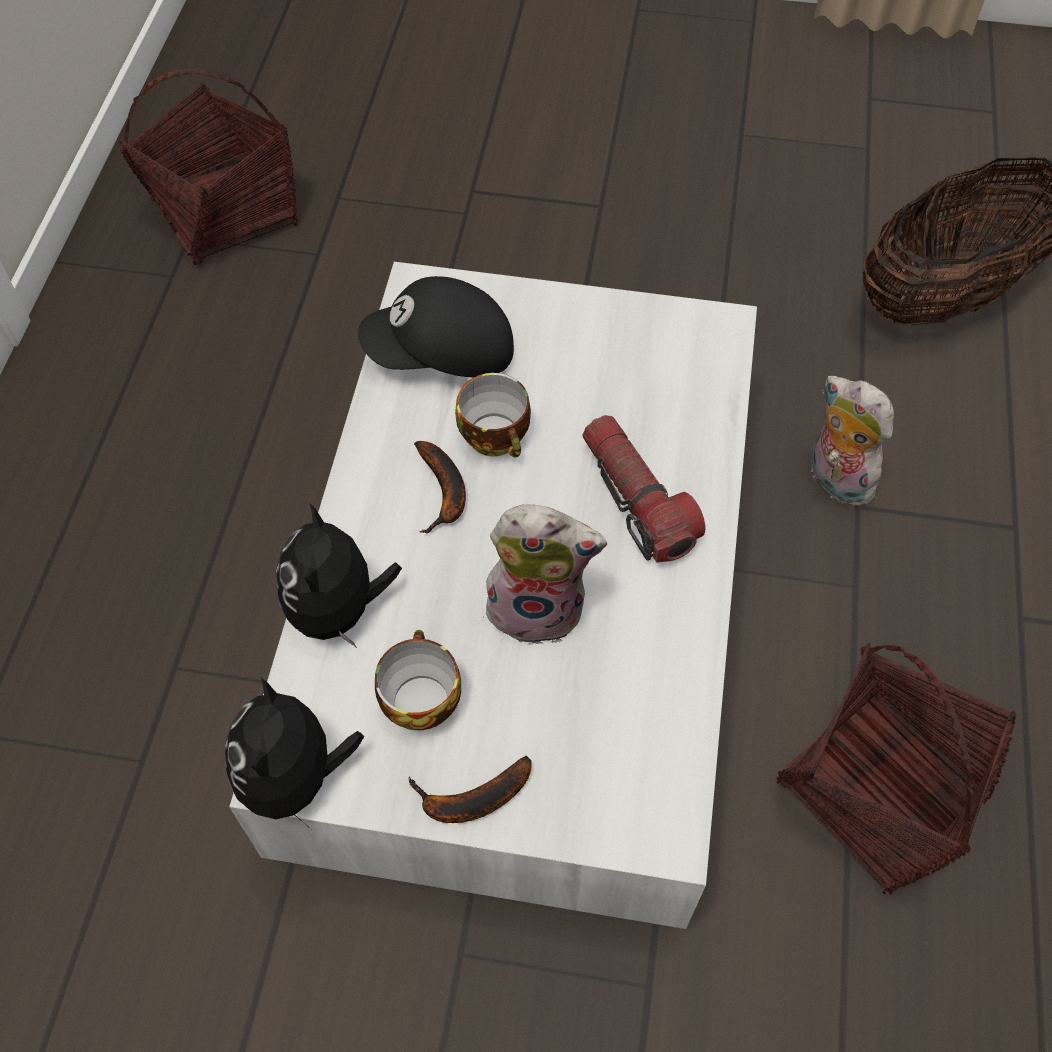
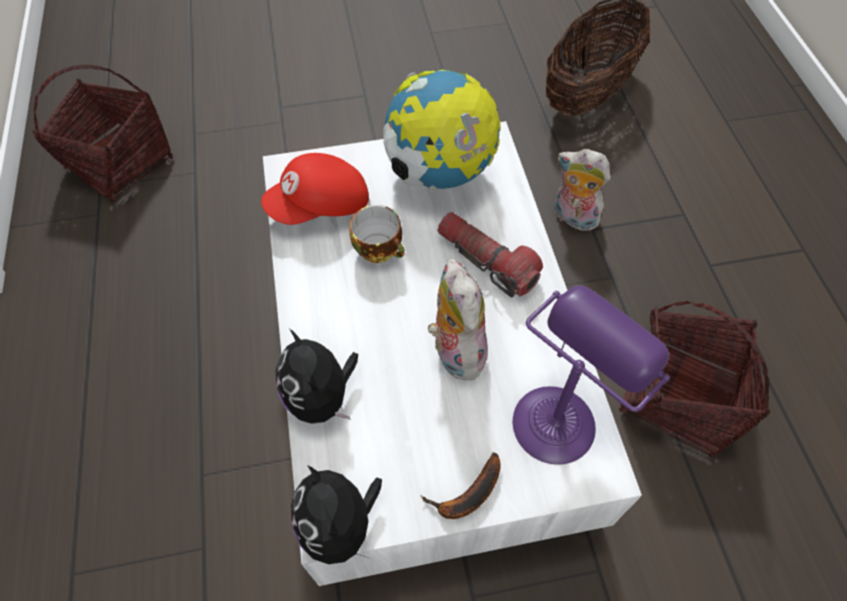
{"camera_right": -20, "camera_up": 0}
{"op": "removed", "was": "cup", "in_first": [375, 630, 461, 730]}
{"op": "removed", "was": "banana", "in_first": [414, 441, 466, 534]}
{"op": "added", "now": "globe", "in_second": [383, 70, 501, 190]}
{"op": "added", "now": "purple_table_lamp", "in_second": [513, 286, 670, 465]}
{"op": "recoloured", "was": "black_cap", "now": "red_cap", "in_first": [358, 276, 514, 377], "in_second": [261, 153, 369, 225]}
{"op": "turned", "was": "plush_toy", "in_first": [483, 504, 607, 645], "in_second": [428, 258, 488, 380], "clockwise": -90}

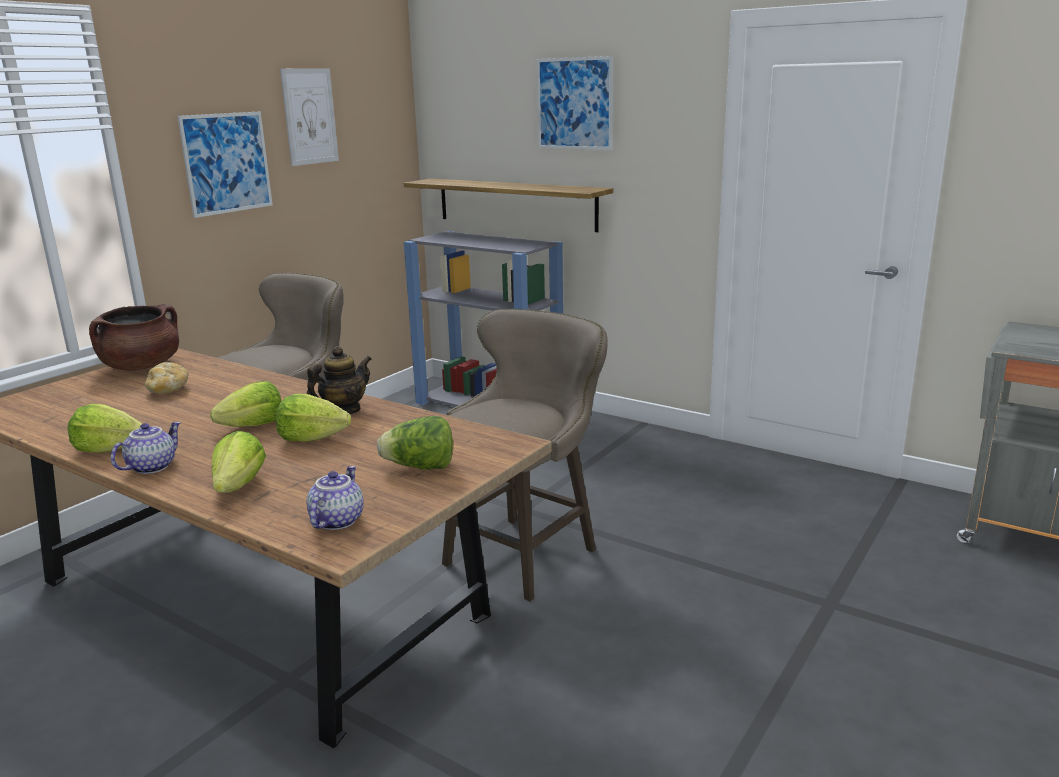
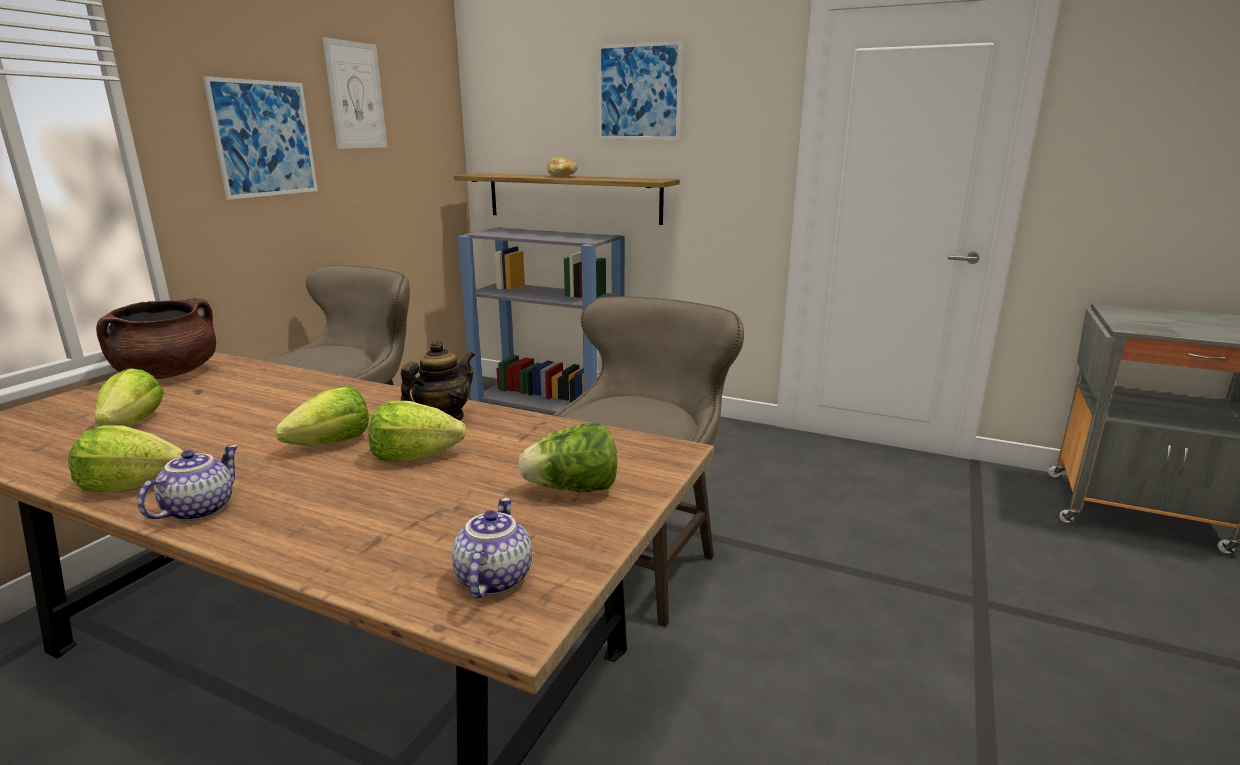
{"camera_right": -10, "camera_up": 0}
{"op": "moved", "was": "bread", "in_first": [144, 362, 188, 394], "in_second": [547, 158, 578, 177]}
{"op": "moved", "was": "lettuce", "in_first": [212, 431, 266, 493], "in_second": [95, 368, 164, 427]}

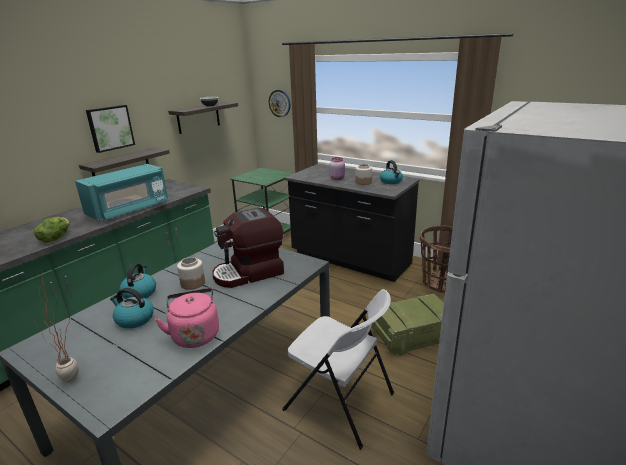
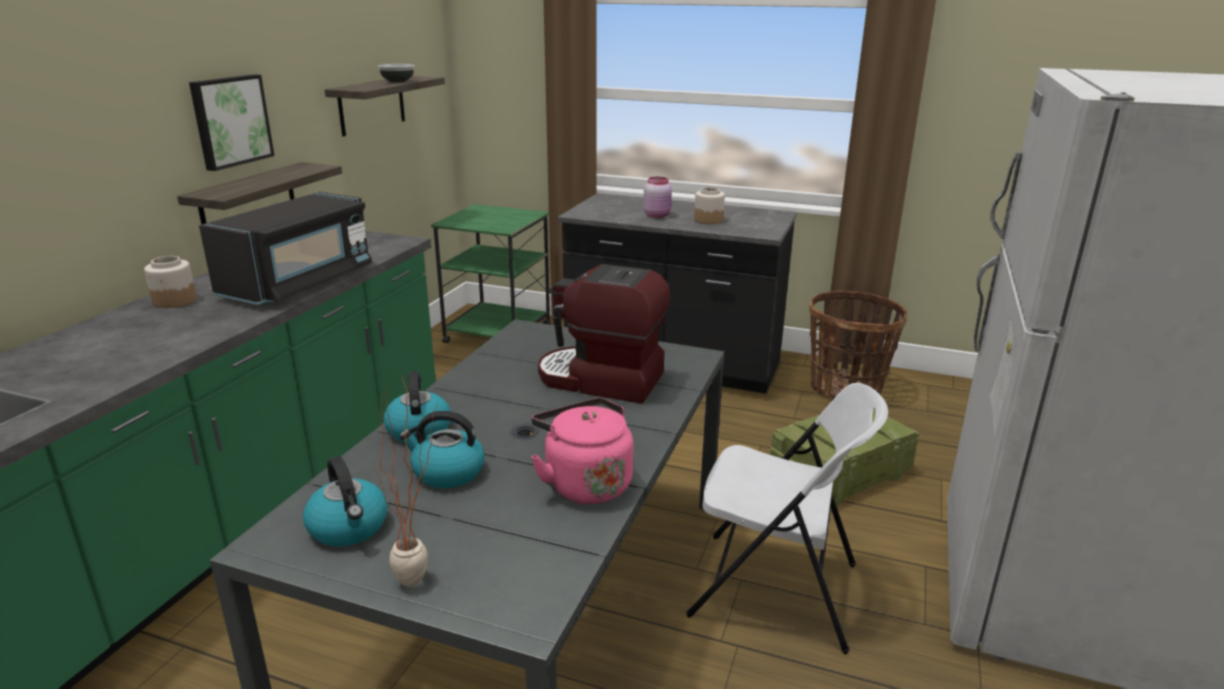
{"camera_right": -15, "camera_up": 0}
{"op": "removed", "was": "lettuce", "in_first": [34, 217, 69, 243]}
{"op": "removed", "was": "wall_clock", "in_first": [269, 90, 290, 117]}
{"op": "moved", "was": "jar", "in_first": [177, 257, 205, 290], "in_second": [144, 256, 197, 308]}
{"op": "moved", "was": "kettle", "in_first": [380, 160, 403, 184], "in_second": [303, 456, 388, 546]}
{"op": "recoloured", "was": "turquoise_microwave", "now": "black_microwave", "in_first": [75, 164, 168, 221], "in_second": [199, 192, 372, 305]}
{"op": "turned", "was": "coffee_machine", "in_first": [212, 207, 284, 288], "in_second": [538, 264, 670, 404], "clockwise": 60}

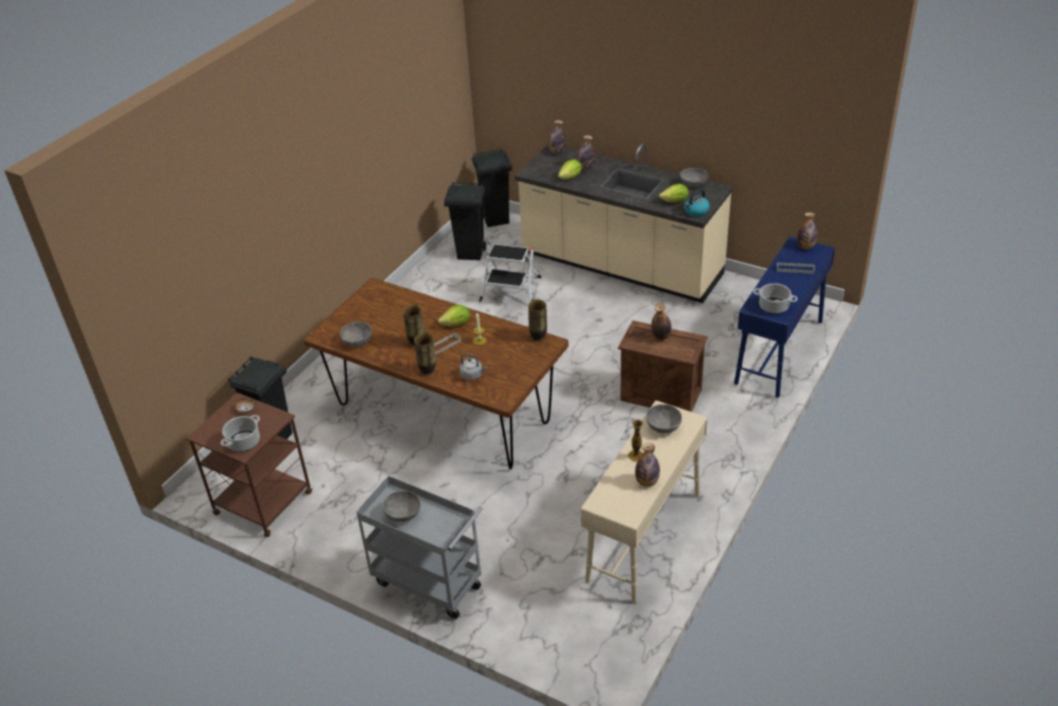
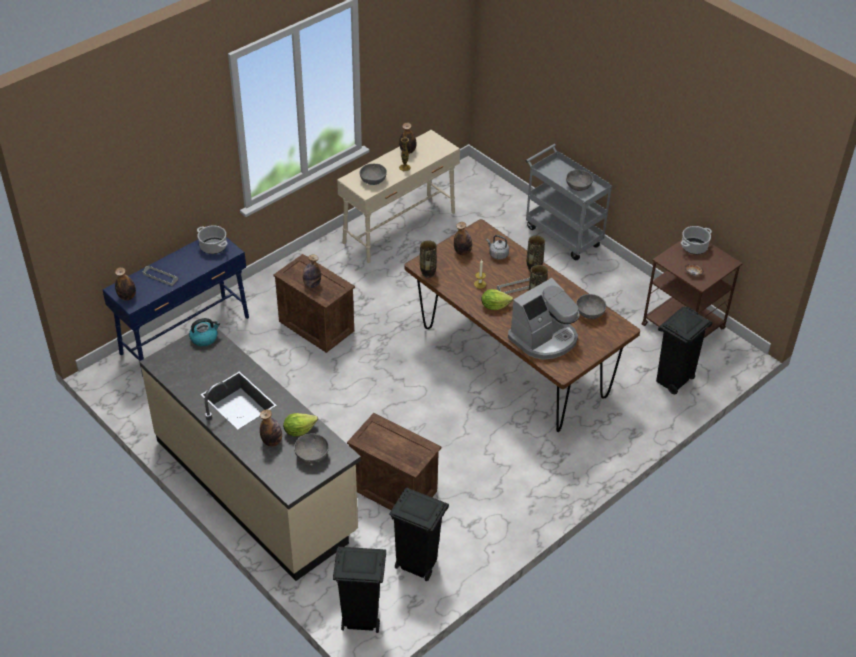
{"camera_right": -165, "camera_up": 5}
{"op": "removed", "was": "lettuce", "in_first": [659, 184, 689, 203]}
{"op": "added", "now": "coffee_machine", "in_second": [508, 278, 579, 360]}
{"op": "moved", "was": "bottle", "in_first": [549, 120, 566, 154], "in_second": [454, 222, 472, 255]}
{"op": "moved", "was": "grey_bowl", "in_first": [680, 168, 708, 188], "in_second": [294, 433, 329, 464]}
{"op": "replaced", "was": "step_ladder", "now": "crate", "in_first": [479, 243, 541, 302], "in_second": [347, 413, 442, 510]}

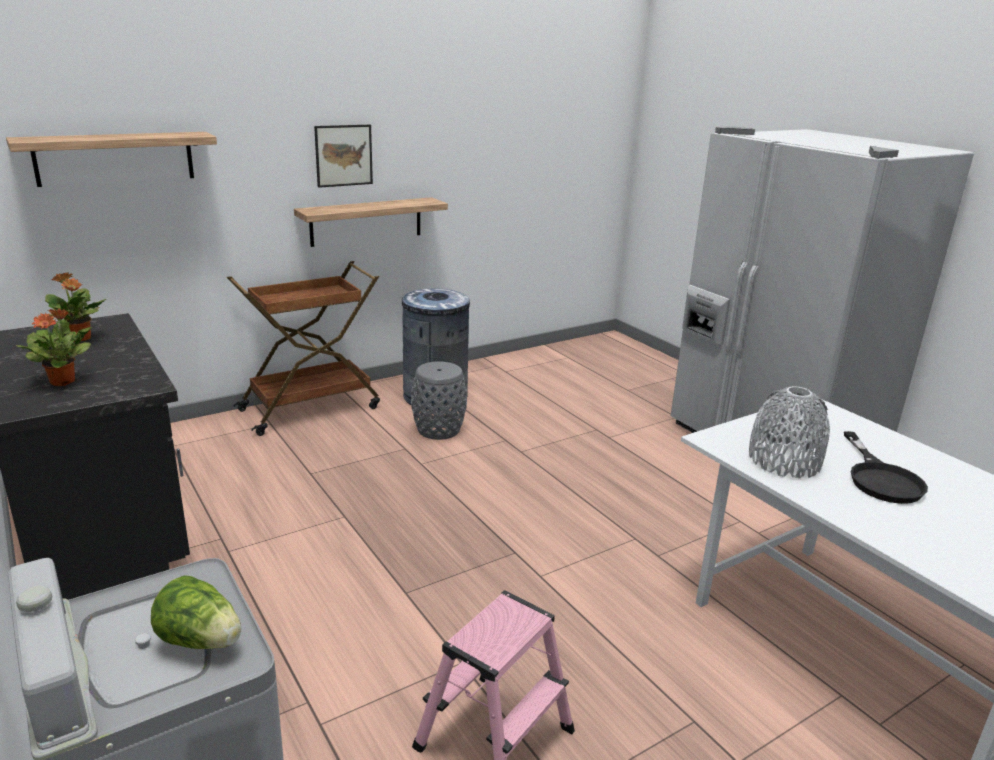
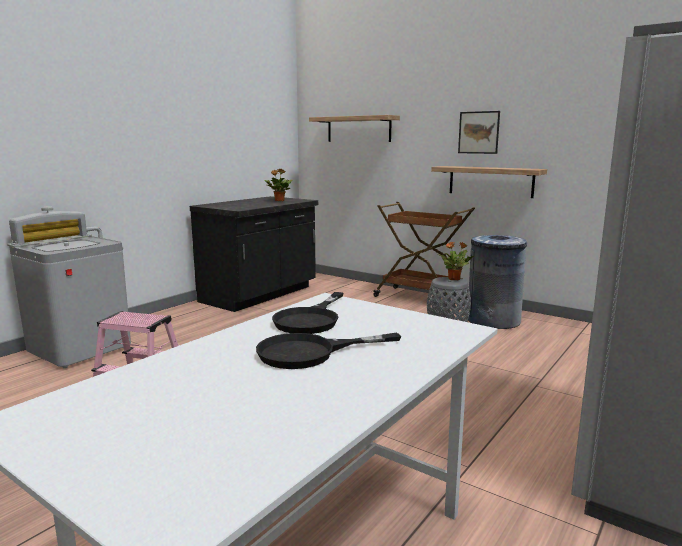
{"camera_right": 70, "camera_up": -10}
{"op": "removed", "was": "lettuce", "in_first": [151, 575, 241, 649]}
{"op": "moved", "was": "potted_plant", "in_first": [16, 308, 92, 386], "in_second": [438, 242, 474, 280]}
{"op": "replaced", "was": "grey_vase", "now": "black_frying_pan", "in_first": [749, 386, 830, 478], "in_second": [272, 292, 343, 334]}

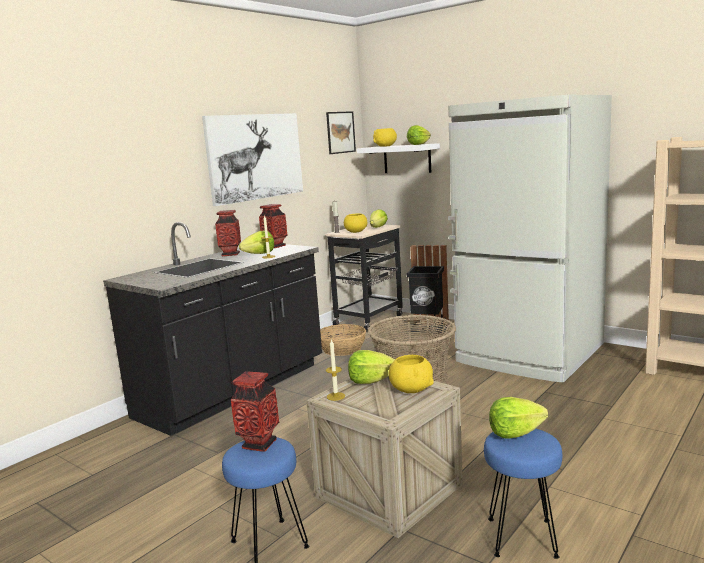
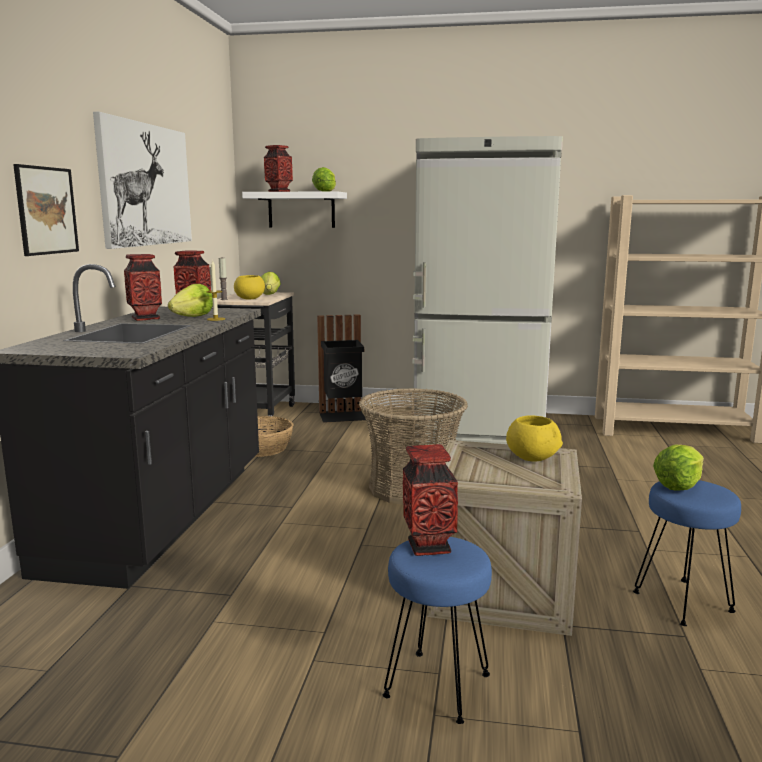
{"camera_right": -30, "camera_up": 0}
{"op": "removed", "was": "candle", "in_first": [326, 339, 345, 401]}
{"op": "removed", "was": "lettuce", "in_first": [348, 350, 395, 384]}
{"op": "moved", "was": "picture", "in_first": [326, 111, 356, 154], "in_second": [13, 164, 79, 256]}
{"op": "replaced", "was": "yellow_bowl", "now": "vase", "in_first": [373, 128, 397, 147], "in_second": [264, 145, 293, 192]}

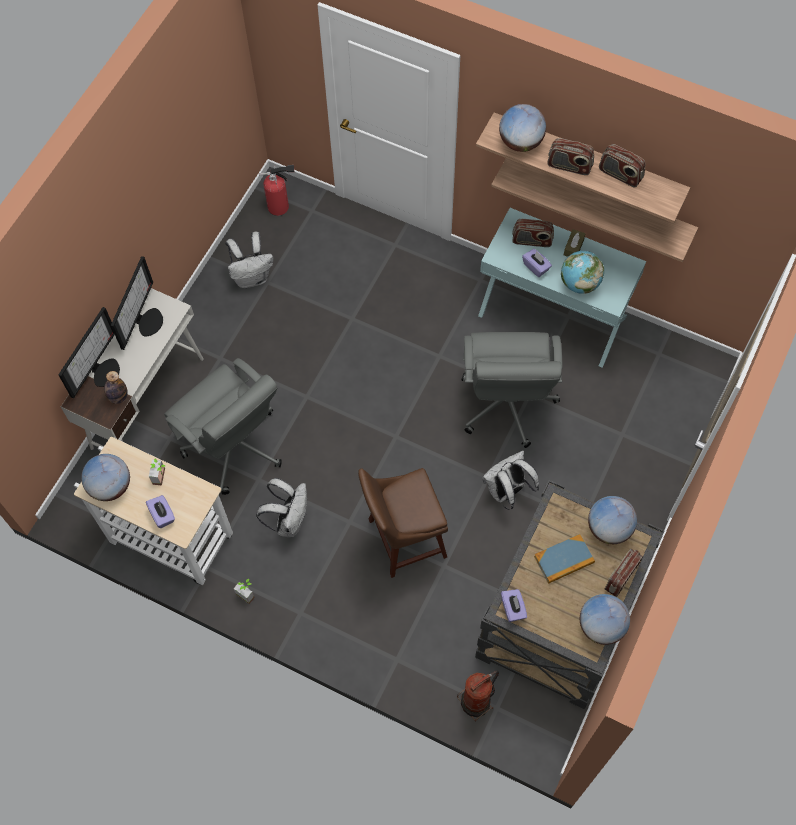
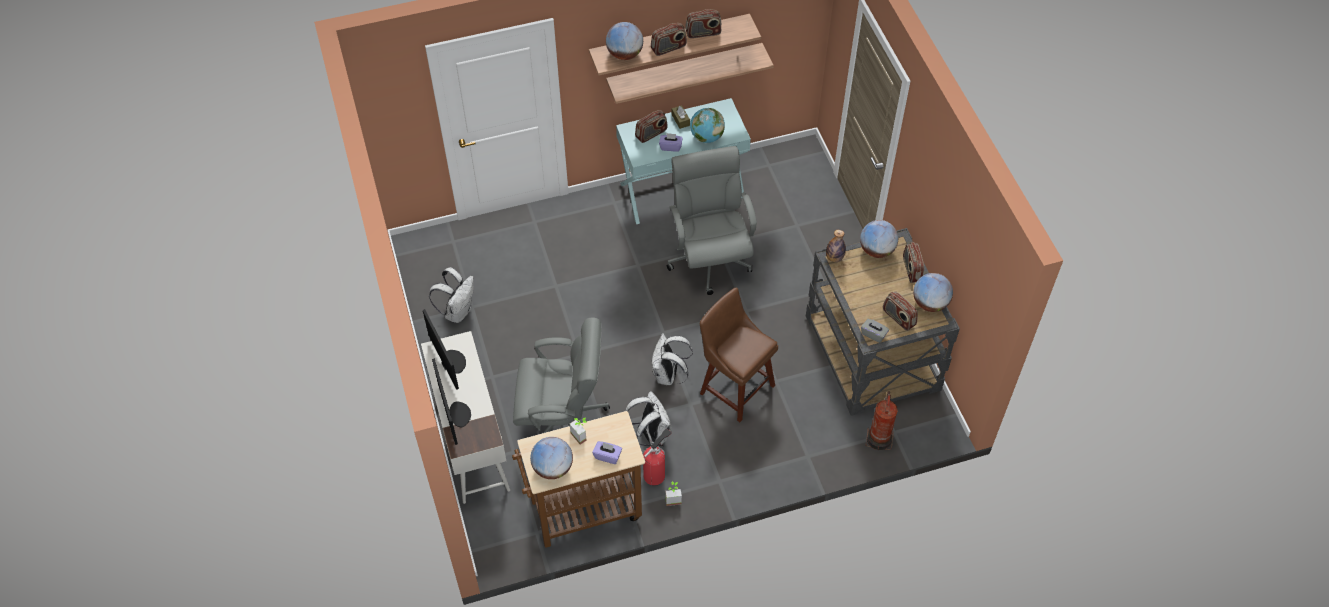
{"camera_right": -45, "camera_up": -10}
{"op": "removed", "was": "book", "in_first": [534, 534, 595, 584]}
{"op": "added", "now": "radio", "in_second": [883, 291, 918, 331]}
{"op": "moved", "was": "bottle", "in_first": [104, 371, 128, 404], "in_second": [826, 230, 846, 262]}
{"op": "moved", "was": "fire_extinguisher", "in_first": [259, 165, 294, 216], "in_second": [643, 428, 672, 486]}
{"op": "moved", "was": "white_backpack", "in_first": [483, 451, 539, 510], "in_second": [652, 333, 693, 385]}
{"op": "recoloured", "was": "white_cart", "now": "brown_cart", "in_first": [74, 437, 233, 585], "in_second": [512, 411, 645, 548]}
{"op": "recoloured", "was": "purple_tissue_box", "now": "grey_tissue_box", "in_first": [501, 589, 527, 622], "in_second": [861, 319, 889, 343]}
{"op": "turned", "was": "brown_chair", "in_first": [358, 468, 448, 578], "in_second": [700, 288, 778, 422], "clockwise": 105}
{"op": "turned", "was": "grey_office_chair", "in_first": [462, 332, 562, 448], "in_second": [667, 146, 757, 295], "clockwise": -150}

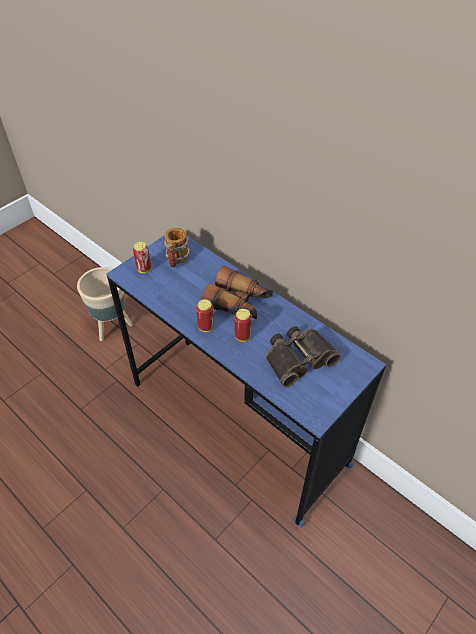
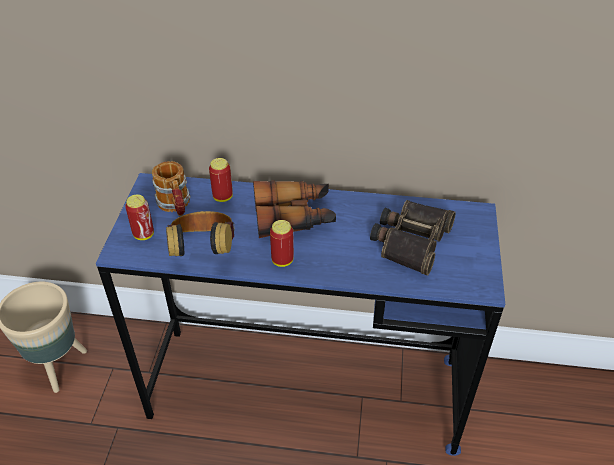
{"camera_right": -35, "camera_up": -5}
{"op": "added", "now": "headphones", "in_second": [166, 211, 235, 256]}
{"op": "moved", "was": "can", "in_first": [235, 309, 252, 342], "in_second": [209, 158, 233, 202]}

